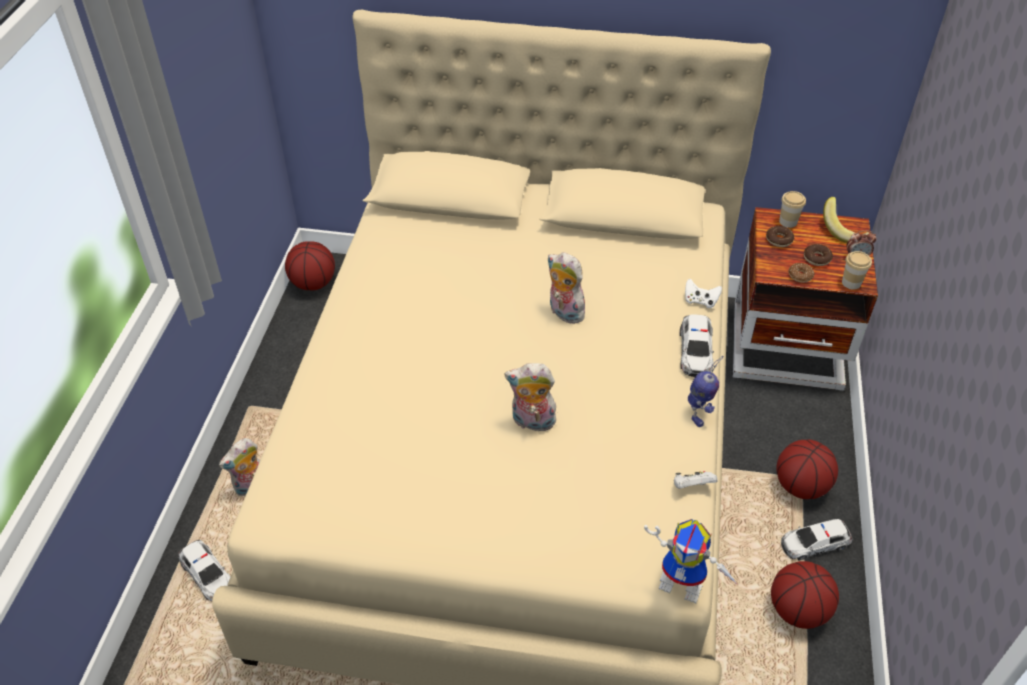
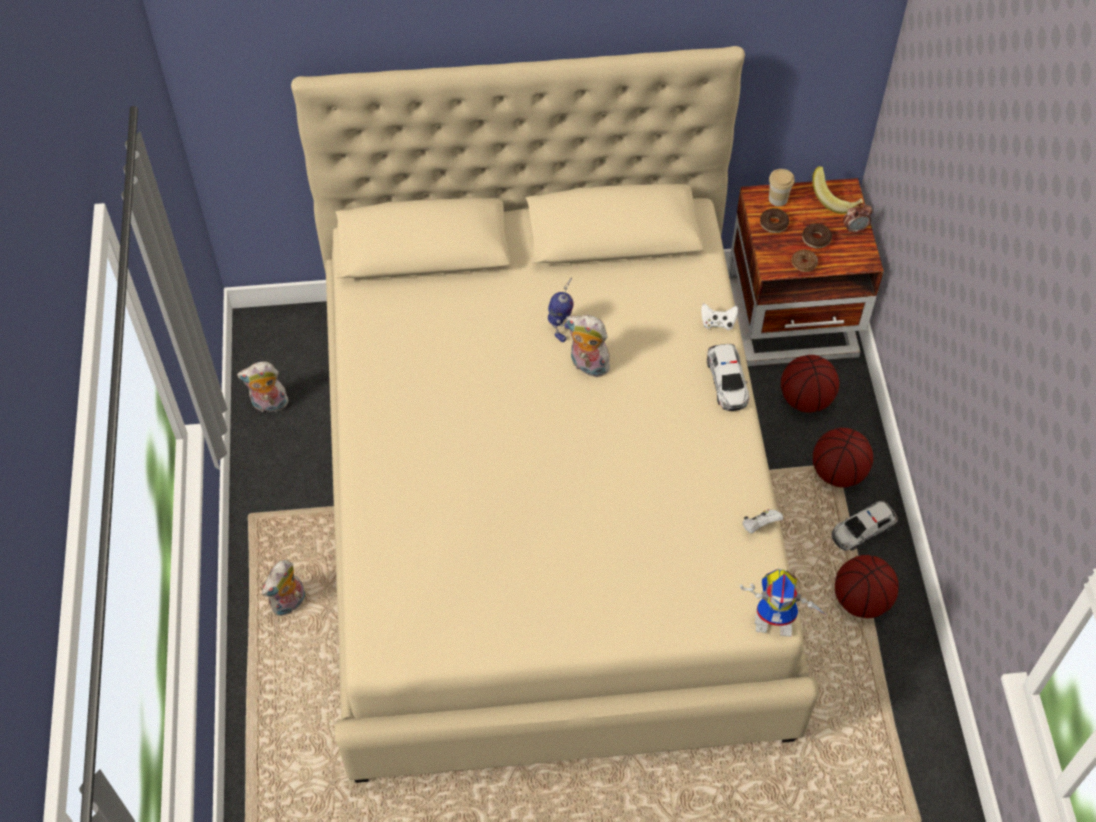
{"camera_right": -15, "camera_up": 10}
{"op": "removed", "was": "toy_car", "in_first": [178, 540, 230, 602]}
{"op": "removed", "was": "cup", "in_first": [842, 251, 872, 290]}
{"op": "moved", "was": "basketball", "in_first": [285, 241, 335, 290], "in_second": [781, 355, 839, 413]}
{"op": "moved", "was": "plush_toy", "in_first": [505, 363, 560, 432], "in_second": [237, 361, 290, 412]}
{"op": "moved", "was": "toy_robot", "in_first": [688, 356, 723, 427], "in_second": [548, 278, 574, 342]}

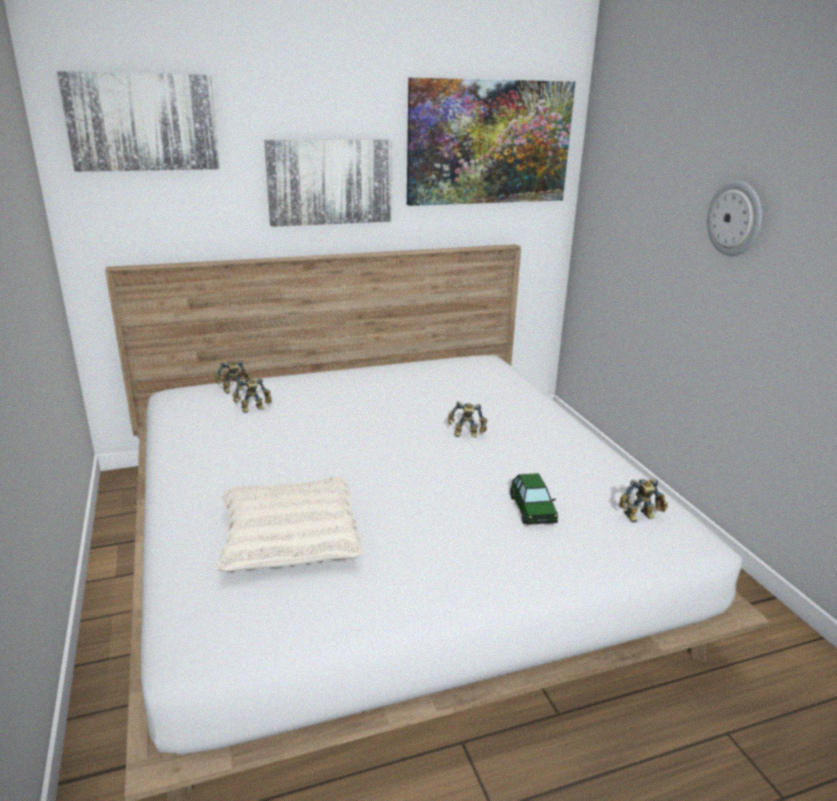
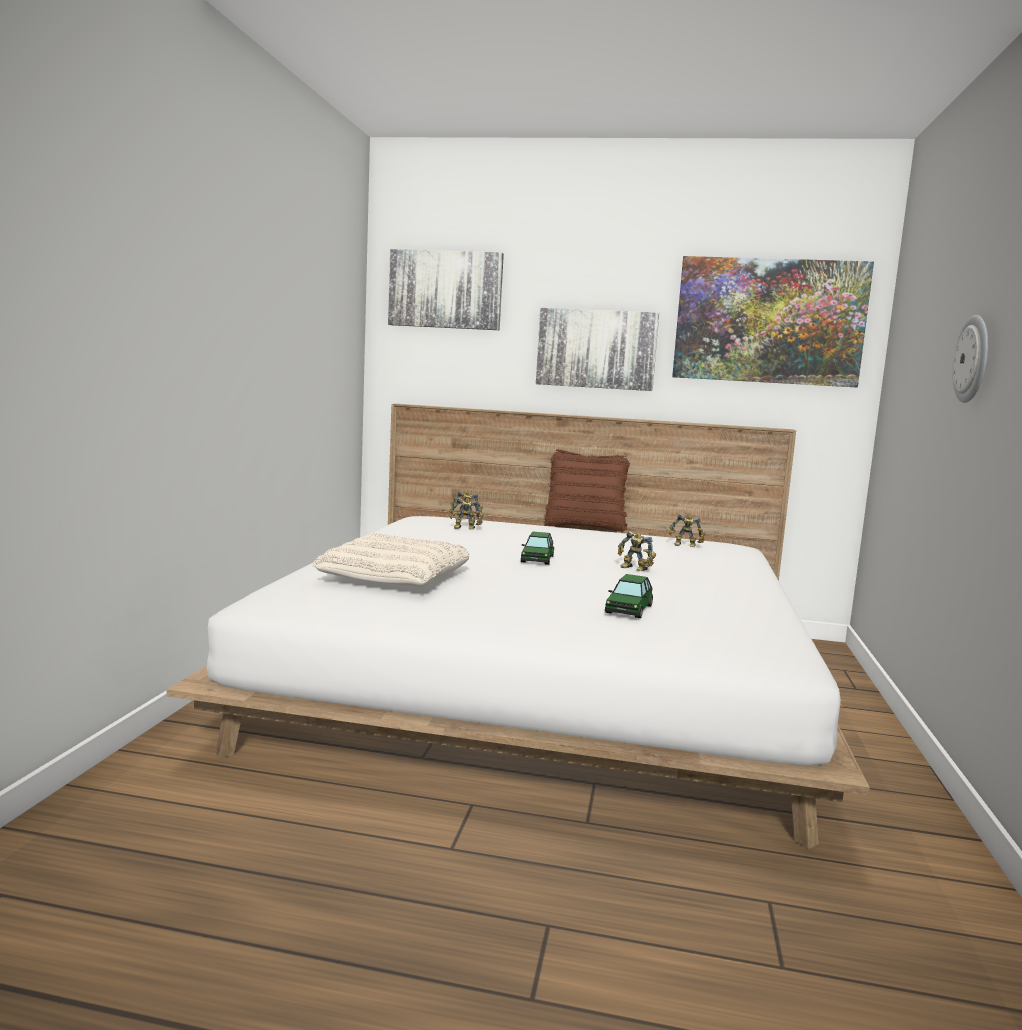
{"camera_right": 30, "camera_up": -15}
{"op": "added", "now": "toy_car", "in_second": [521, 532, 554, 565]}
{"op": "added", "now": "brown_pillow", "in_second": [544, 449, 630, 532]}
{"op": "moved", "was": "toy_robot", "in_first": [619, 478, 668, 523], "in_second": [669, 514, 705, 547]}

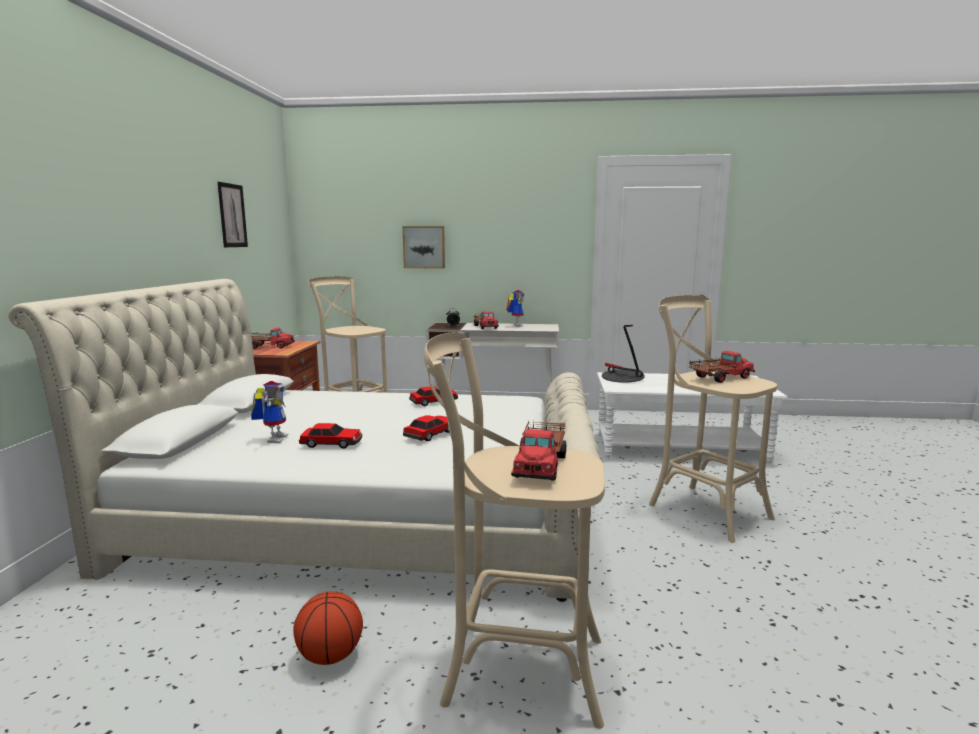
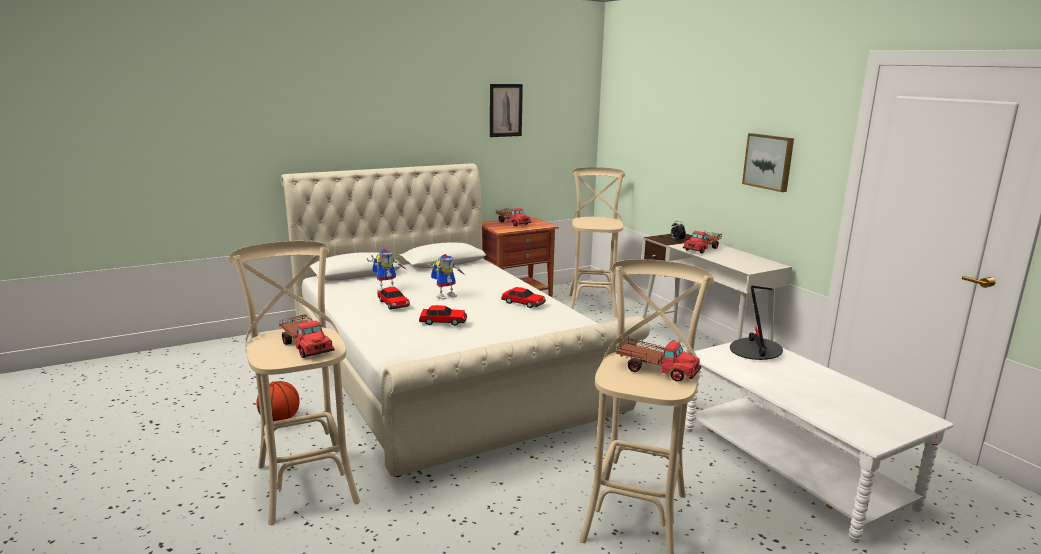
{"camera_right": 55, "camera_up": 5}
{"op": "moved", "was": "picture", "in_first": [402, 226, 445, 268], "in_second": [742, 133, 794, 192]}
{"op": "moved", "was": "toy_robot", "in_first": [506, 290, 525, 327], "in_second": [428, 254, 465, 300]}
{"op": "turned", "was": "toy_truck", "in_first": [511, 422, 566, 481], "in_second": [279, 314, 335, 358], "clockwise": -105}

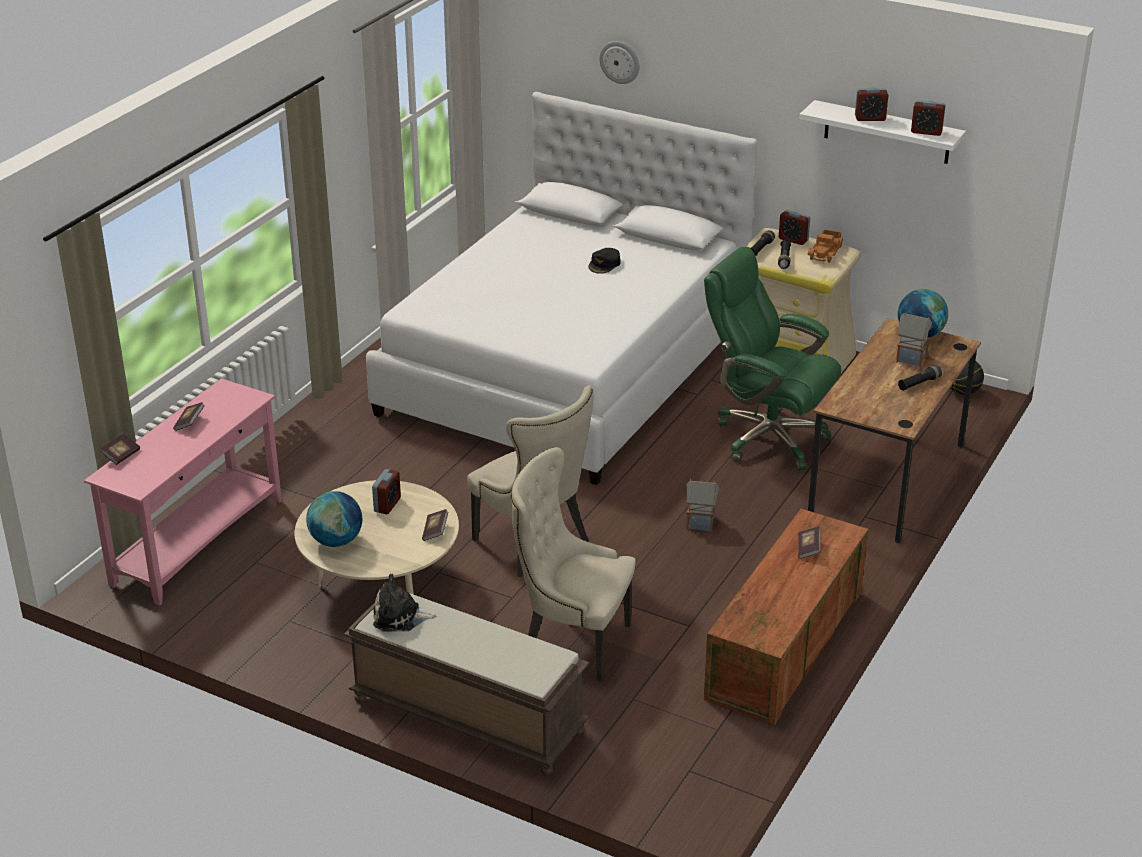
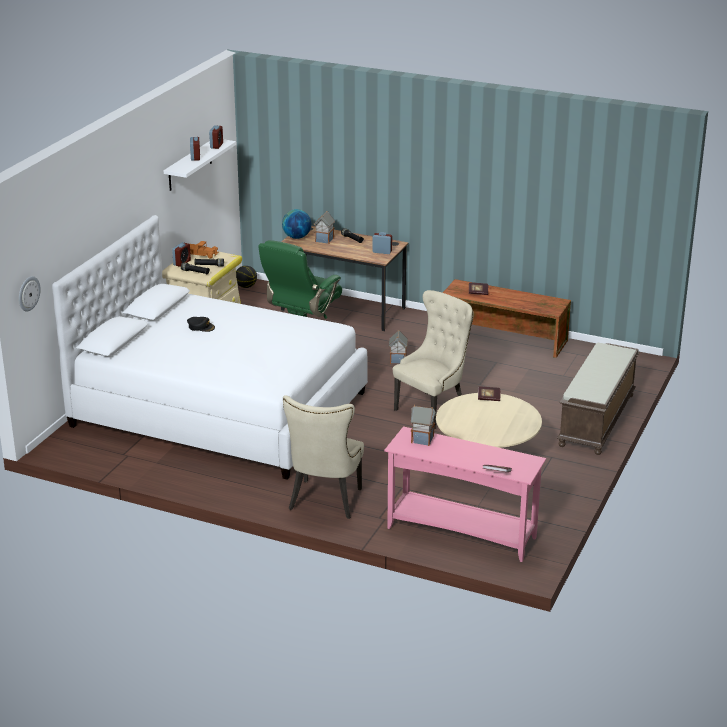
{"camera_right": -95, "camera_up": -5}
{"op": "removed", "was": "book", "in_first": [173, 402, 205, 431]}
{"op": "removed", "was": "globe", "in_first": [306, 491, 362, 547]}
{"op": "removed", "was": "plush_toy", "in_first": [373, 574, 437, 632]}
{"op": "added", "now": "toy_house", "in_second": [411, 405, 436, 446]}
{"op": "moved", "was": "alarm_clock", "in_first": [372, 469, 401, 514], "in_second": [372, 232, 392, 254]}
{"op": "moved", "was": "beige_chair", "in_first": [511, 447, 636, 682], "in_second": [283, 395, 364, 519]}
{"op": "moved", "was": "wall_clock", "in_first": [599, 41, 639, 84], "in_second": [19, 276, 41, 312]}

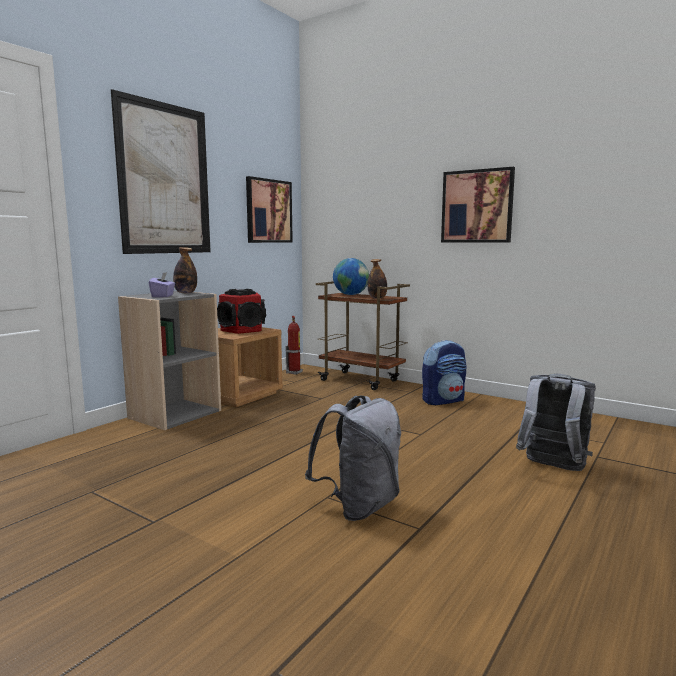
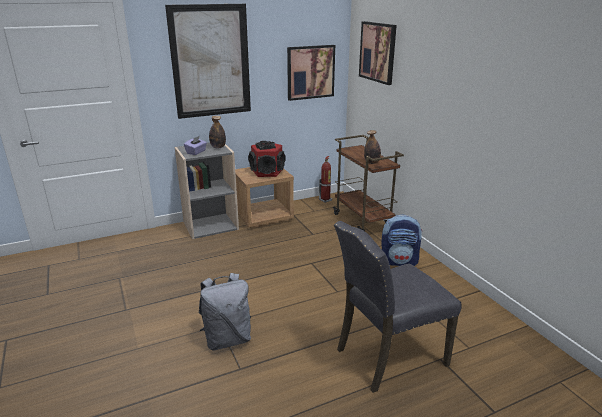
{"camera_right": 30, "camera_up": 15}
{"op": "removed", "was": "globe", "in_first": [333, 258, 369, 295]}
{"op": "moved", "was": "picture", "in_first": [441, 167, 515, 243], "in_second": [359, 21, 397, 85]}
{"op": "replaced", "was": "grey_backpack", "now": "grey_chair", "in_first": [516, 374, 596, 471], "in_second": [334, 221, 462, 393]}

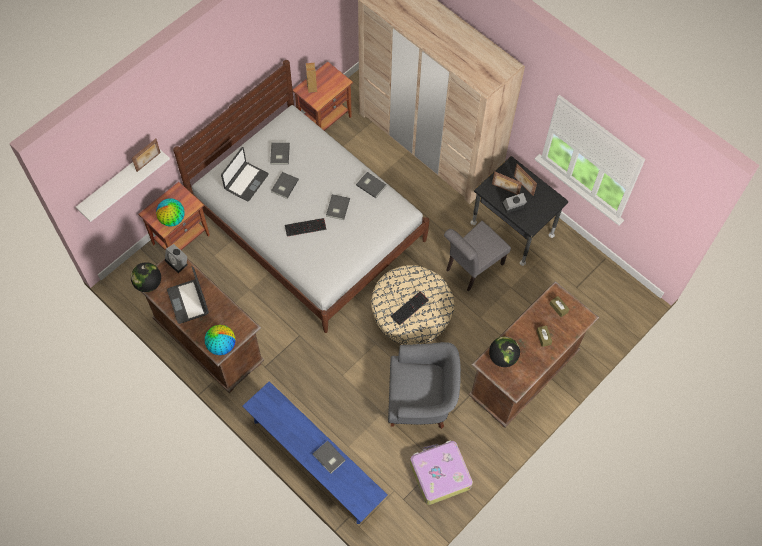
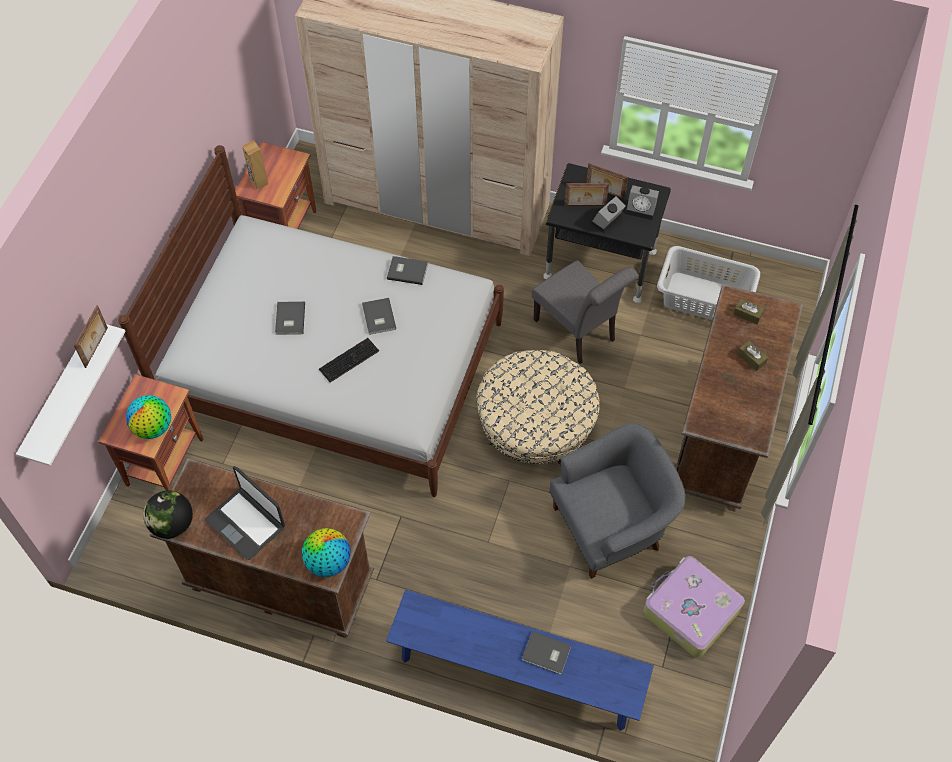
{"camera_right": -25, "camera_up": -5}
{"op": "removed", "was": "laptop", "in_first": [221, 147, 269, 202]}
{"op": "removed", "was": "grey_book", "in_first": [270, 142, 290, 165]}
{"op": "removed", "was": "keyboard", "in_first": [391, 292, 429, 325]}
{"op": "removed", "was": "globe", "in_first": [489, 336, 520, 367]}
{"op": "added", "now": "grey_laundry_basket", "in_second": [657, 246, 760, 320]}
{"op": "moved", "was": "alarm_clock", "in_first": [165, 244, 188, 273], "in_second": [626, 185, 659, 220]}
{"op": "turned", "was": "grey_chair", "in_first": [444, 221, 511, 292], "in_second": [532, 260, 638, 364], "clockwise": -60}

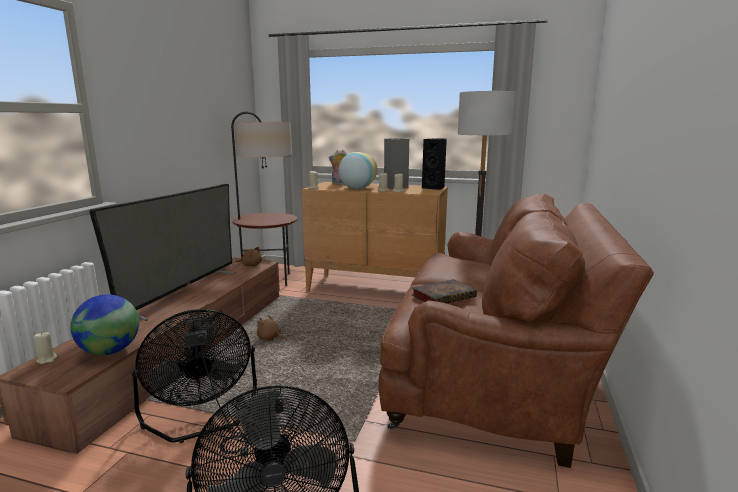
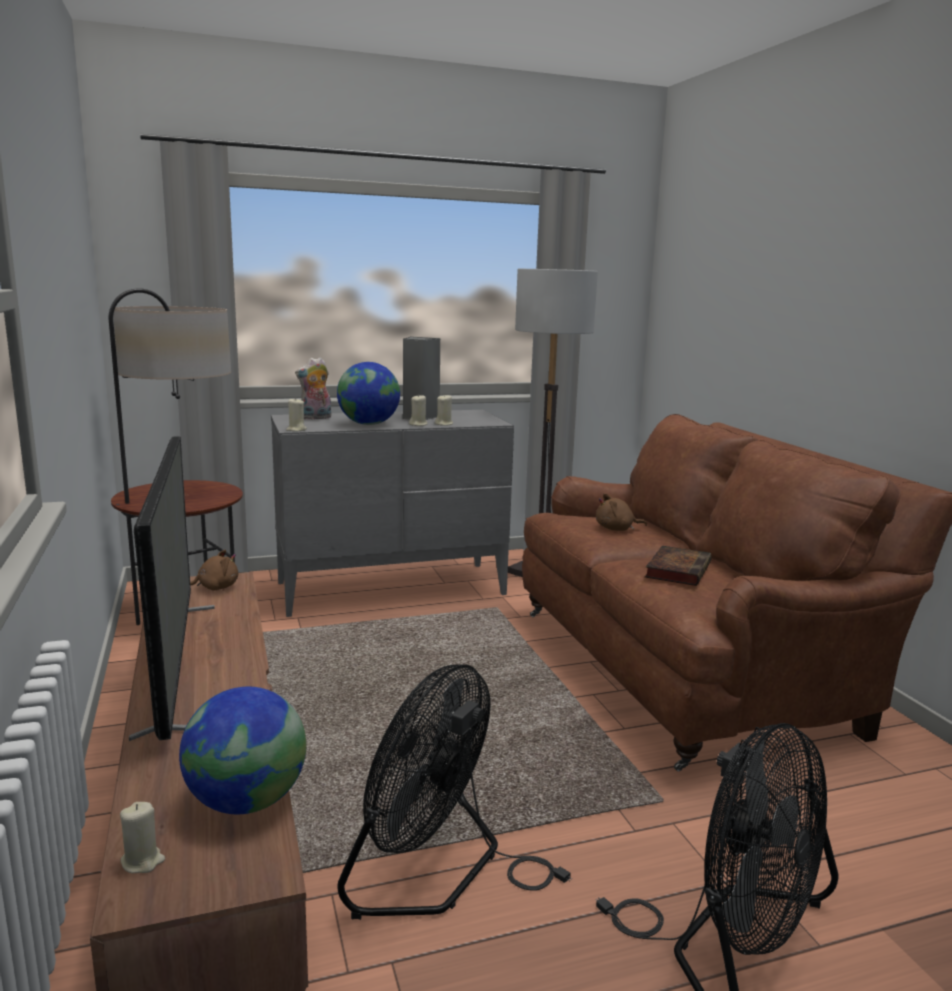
{"camera_right": -35, "camera_up": 0}
{"op": "removed", "was": "black_speaker", "in_first": [422, 138, 447, 190]}
{"op": "moved", "was": "brown_plush_toy", "in_first": [257, 315, 287, 342], "in_second": [596, 493, 647, 531]}
{"op": "replaced", "was": "vase", "now": "globe", "in_first": [339, 152, 377, 189], "in_second": [337, 362, 400, 425]}
{"op": "recoloured", "was": "brown_cabinet", "now": "grey_cabinet", "in_first": [301, 182, 448, 292], "in_second": [271, 410, 514, 617]}

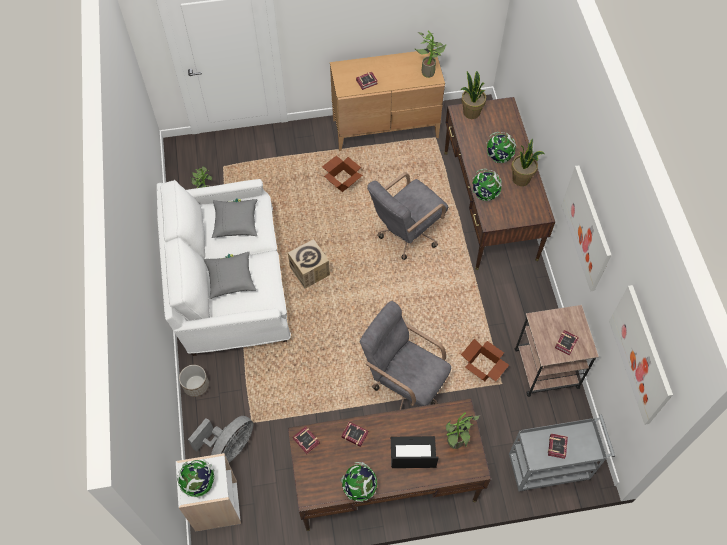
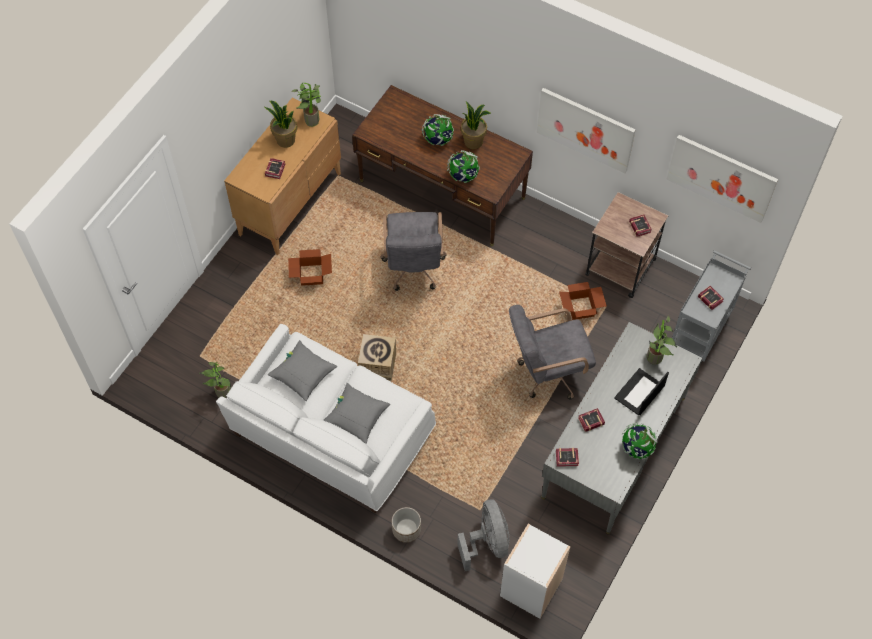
{"camera_right": -50, "camera_up": 0}
{"op": "removed", "was": "globe", "in_first": [177, 459, 215, 498]}
{"op": "moved", "was": "potted_plant", "in_first": [460, 71, 486, 119], "in_second": [264, 101, 297, 148]}
{"op": "recoloured", "was": "brown_desk", "now": "grey_desk", "in_first": [288, 398, 491, 531], "in_second": [541, 322, 702, 534]}

